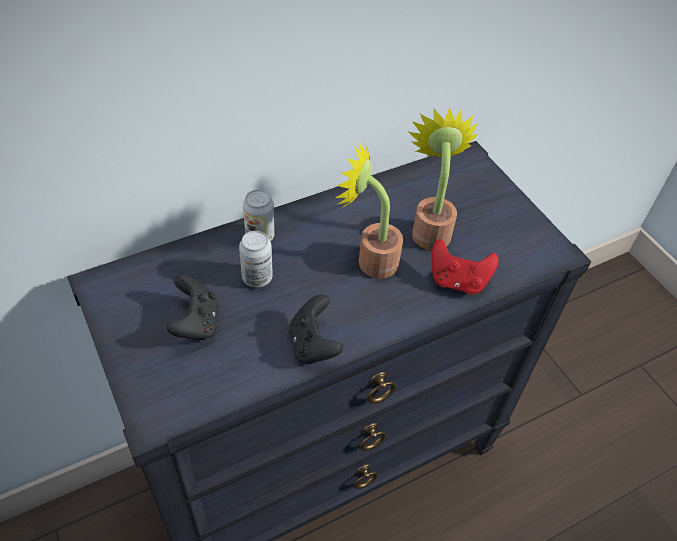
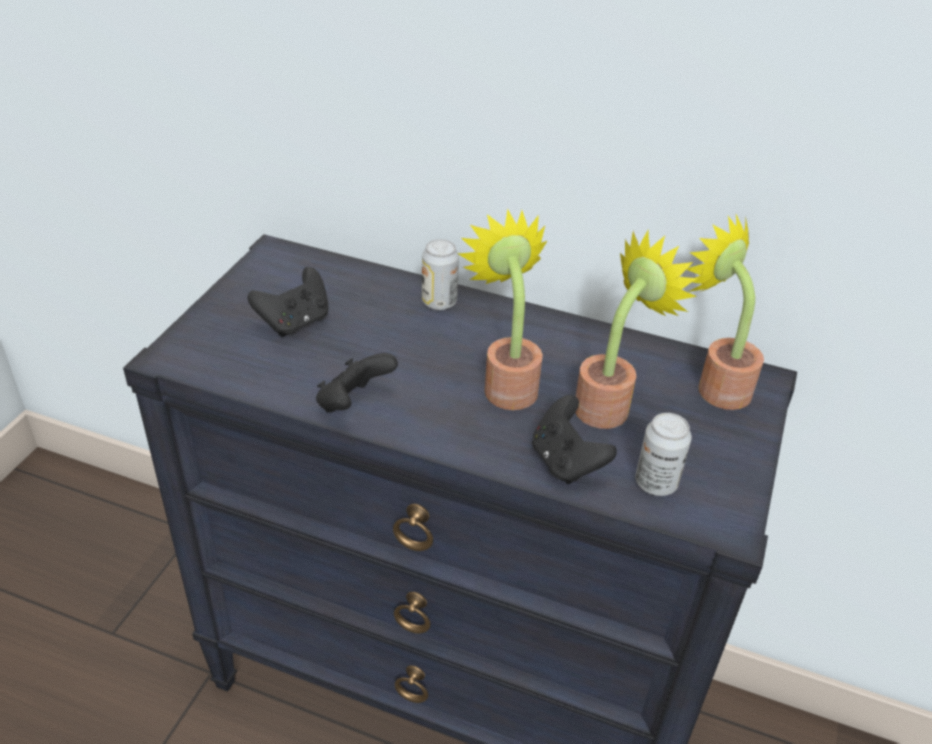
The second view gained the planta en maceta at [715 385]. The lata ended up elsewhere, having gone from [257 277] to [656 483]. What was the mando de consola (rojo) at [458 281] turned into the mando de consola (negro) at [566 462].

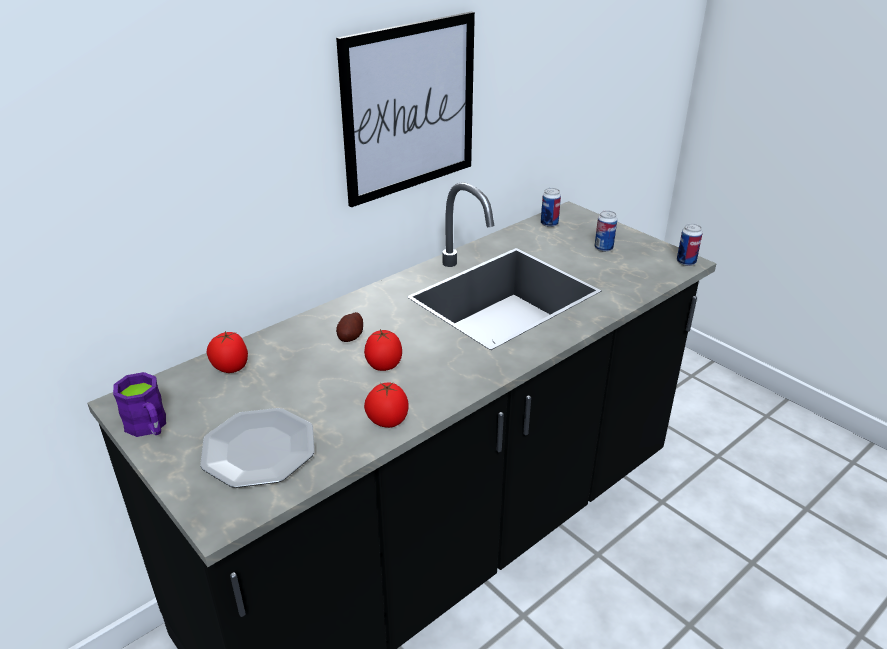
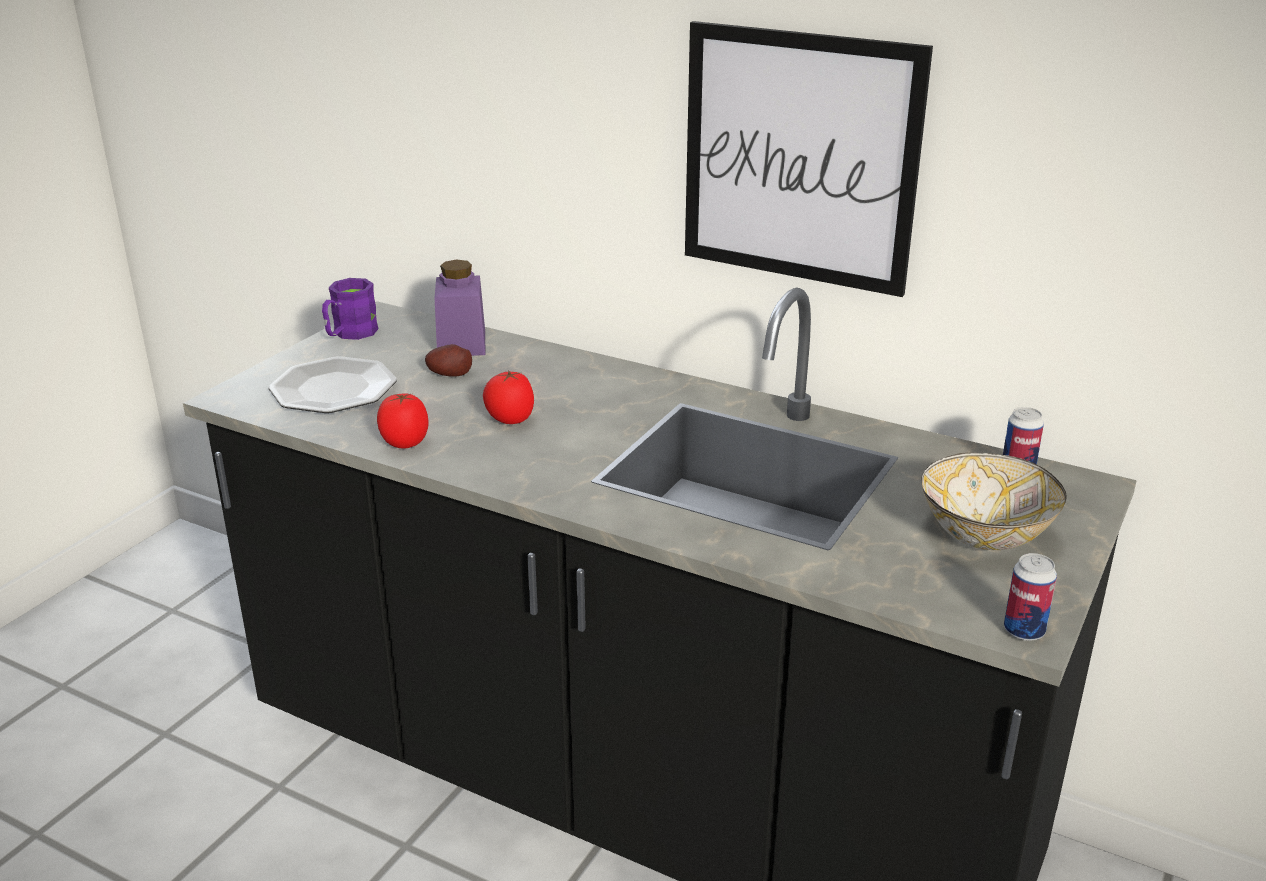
The patata ended up elsewhere, having gone from [350 337] to [449 374]. Where the tomate stood at [230 368], the tarro (morado) came to stand at [461 343]. Where the lata stood at [603 248], the cuenco came to stand at [983 535].

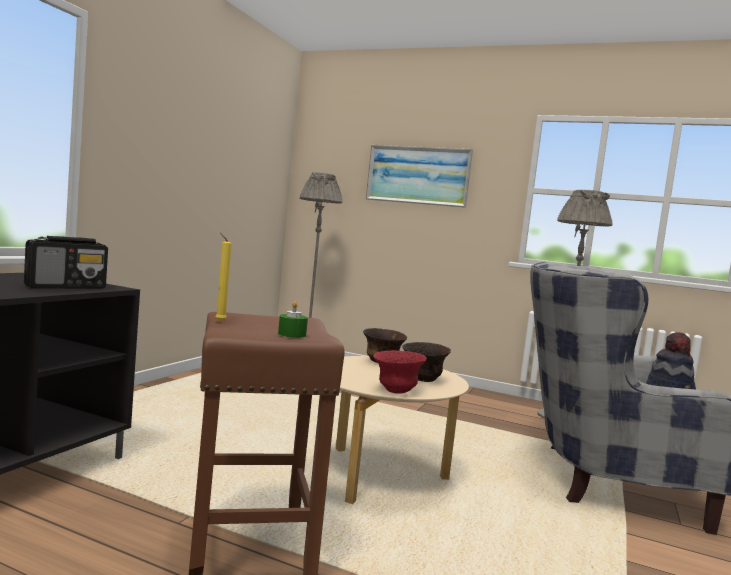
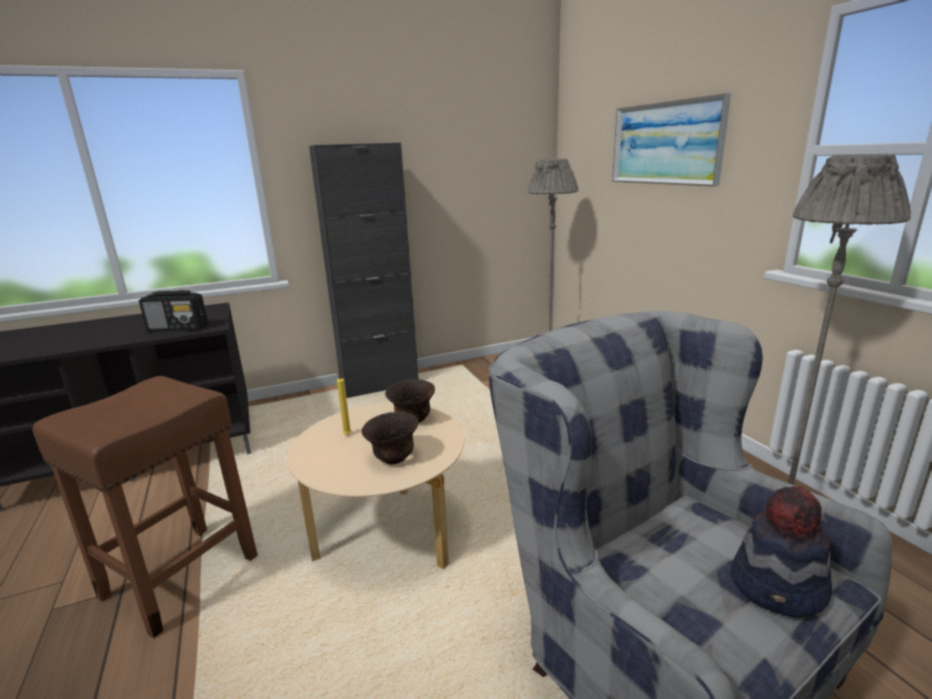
The second view lost the vela (verde) at [292 334]. The second view lost the cuenco (rojo) at [396 391]. The second view gained the armario (negro) at [379 385]. The vela (amarillo) ended up elsewhere, having gone from [219 321] to [347 434].

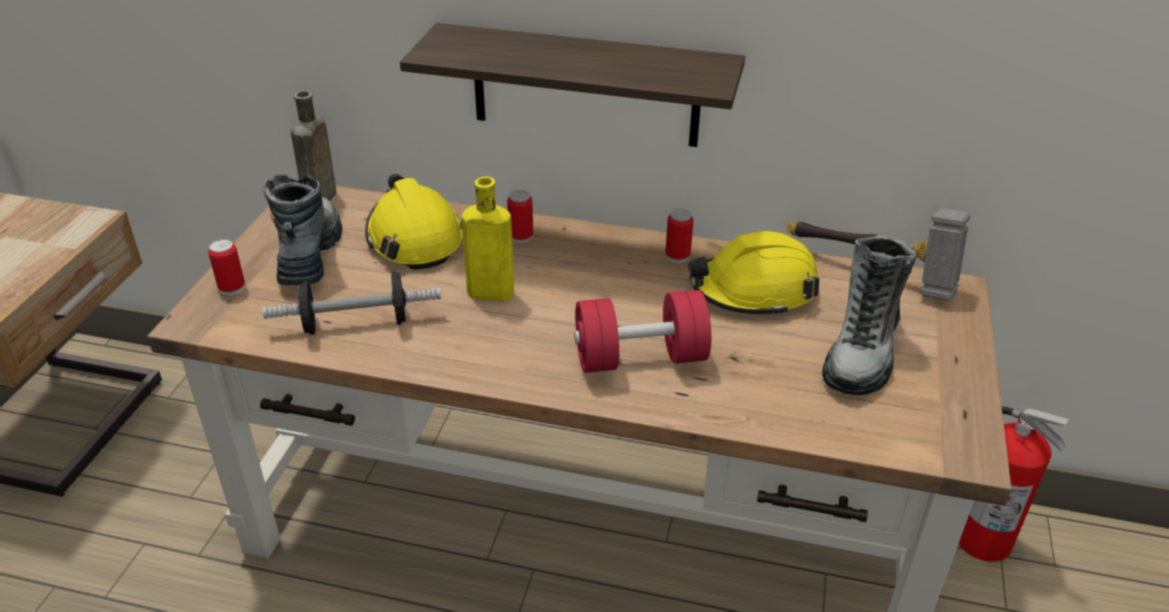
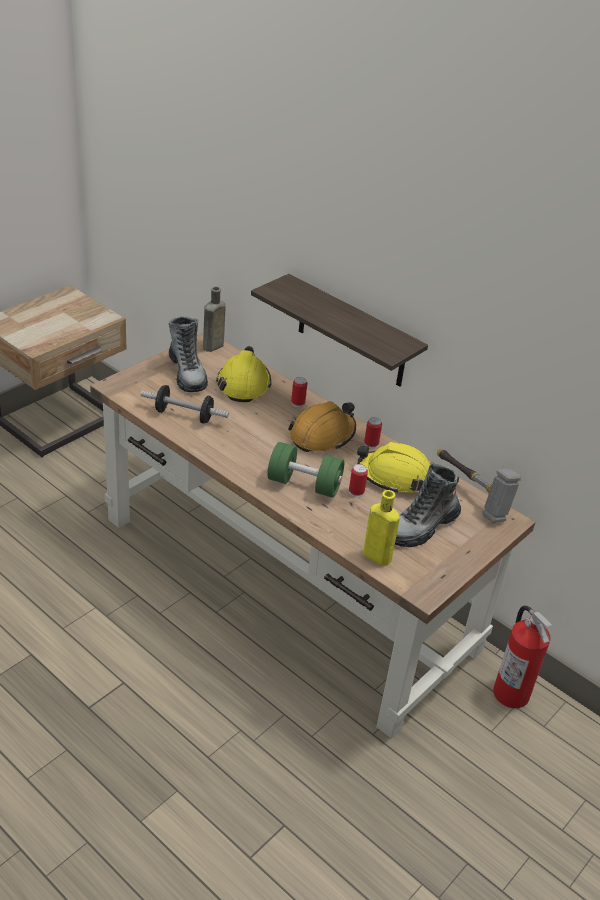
The second view gained the casco (naranja) at [322 435]. The lata ended up elsewhere, having gone from [232 287] to [356 492]. The botella (amarillo) ended up elsewhere, having gone from [487 292] to [375 556]. What was the mancuerna (rojo) at [640 358] turned into the mancuerna (verde) at [304 484]. The bota at [310 254] ended up facing another way, 135 degrees clockwise from before.

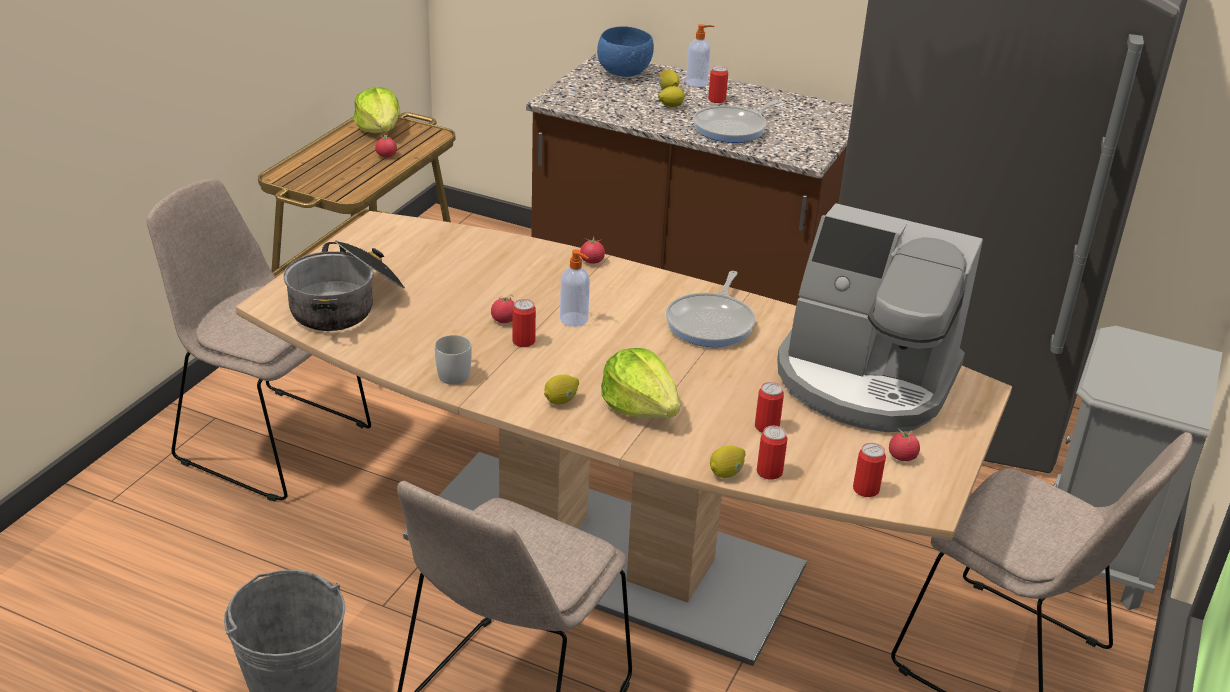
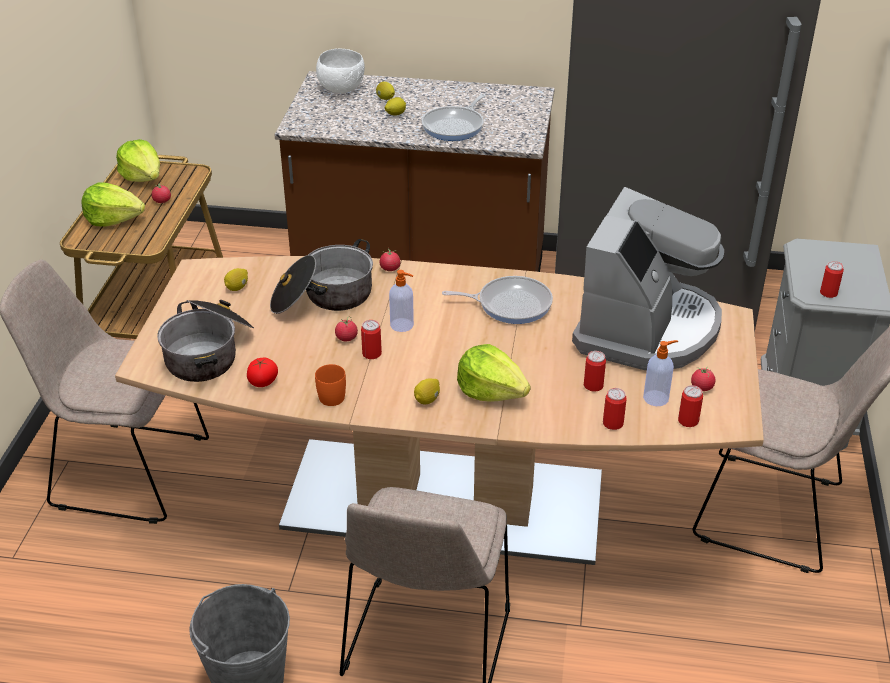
The second view gained the lechuga at [113 219]. The second view gained the tomate at [263 382]. The second view gained the olla at [323 298]. The dispensador de jabón ended up elsewhere, having gone from [697 83] to [657 398]. The lata ended up elsewhere, having gone from [716 100] to [828 293]. The limón ended up elsewhere, having gone from [726 473] to [237 288]. What was the taza grande (blanco) at [456 372] turned into the taza grande (naranja) at [332 394]. What was the cuenco (azul) at [625 73] turned into the cuenco (blanco) at [342 89]. The sartén at [712 323] ended up facing another way, 90 degrees counterclockwise from before. The cafetera at [865 380] ended up facing another way, 75 degrees counterclockwise from before.

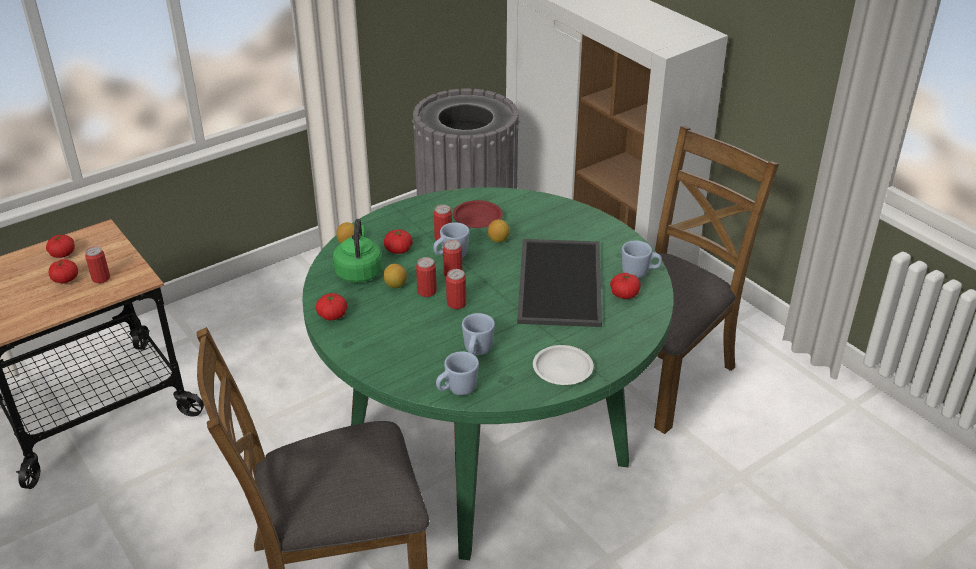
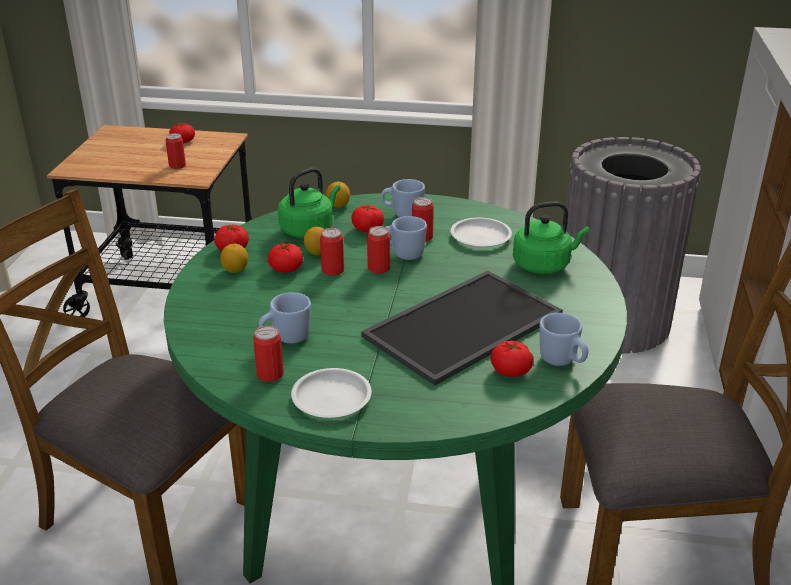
The second view gained the hervidor (verde) at [544 265]. The tomate ended up elsewhere, having gone from [65 279] to [286 269]. The taza grande (azul) ended up elsewhere, having gone from [457 390] to [402 214]. The lata ended up elsewhere, having gone from [456 303] to [270 374]. The limón ended up elsewhere, having gone from [498 240] to [235 270]. What was the plato (rojo) at [478 217] turned into the plato (blanco) at [481 237].

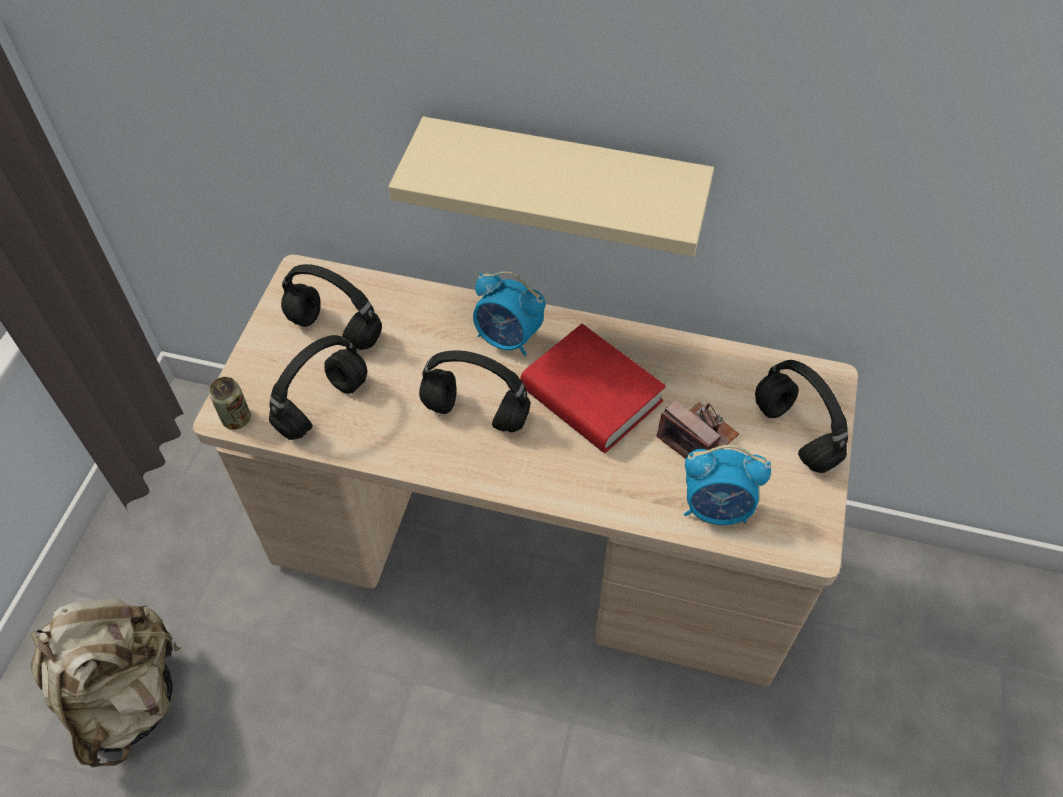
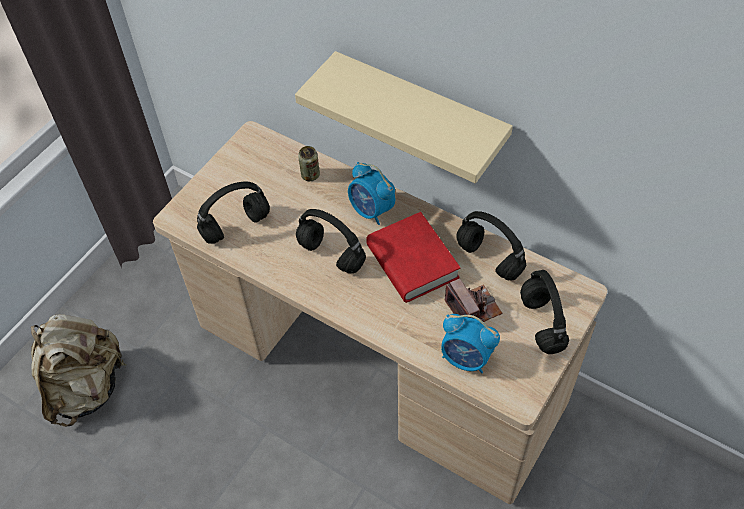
The lata ended up elsewhere, having gone from [236 419] to [310 175]. The auriculares (negro) ended up elsewhere, having gone from [333 330] to [488 259].

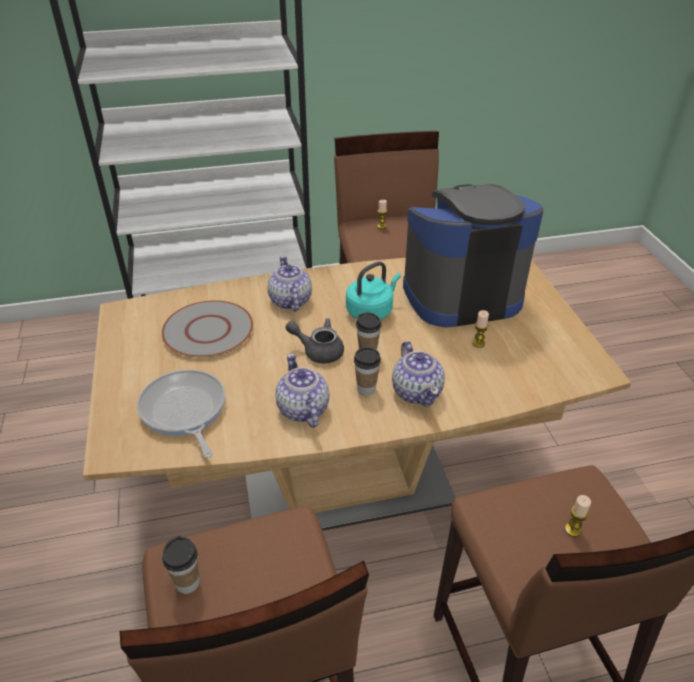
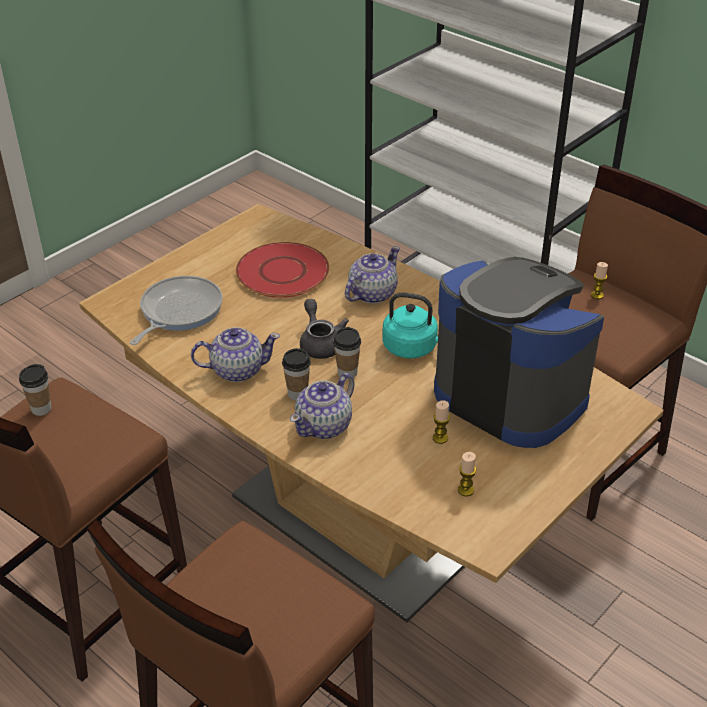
The vela ended up elsewhere, having gone from [573 530] to [465 490]. What was the plato (gris) at [208 331] turned into the plato (rojo) at [282 272]. The tetera at [302 410] ended up facing another way, 45 degrees clockwise from before.

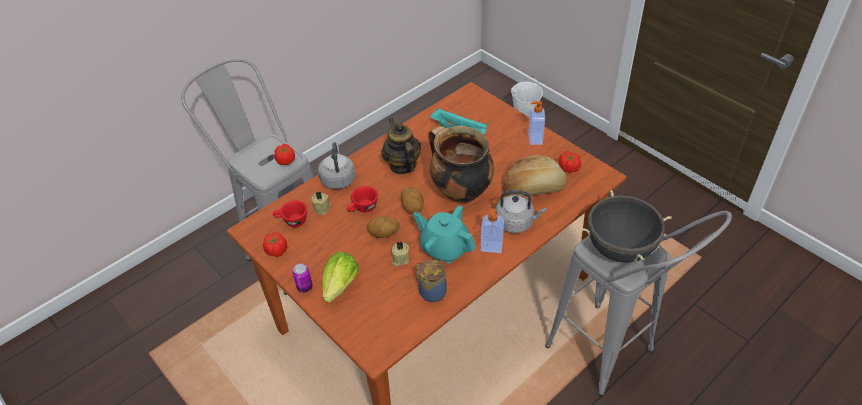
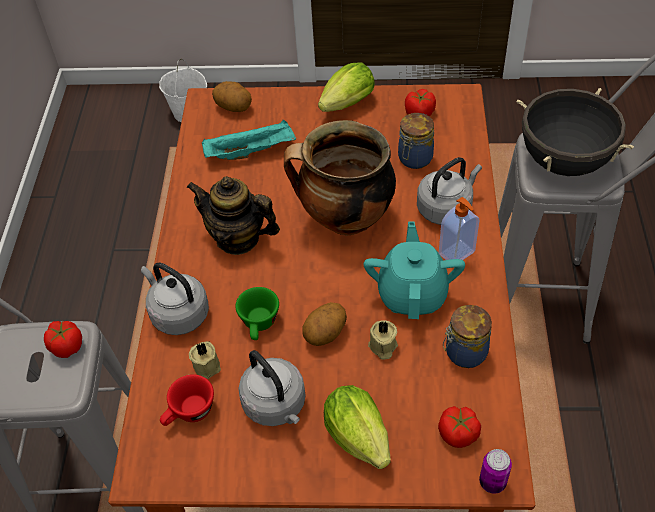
The second view gained the hervidor (gris) at [276 406]. The tomate ended up elsewhere, having gone from [276 251] to [458 434]. The lata ended up elsewhere, having gone from [304 287] to [492 482]. The patata ended up elsewhere, having gone from [413 208] to [234 107]. Where the pan stood at [533 188], the tarro came to stand at [414 159]. Where the dispensador de jabón stood at [534 139], the lechuga came to stand at [345 106]. What was the taza (rojo) at [363 209] turned into the taza (verde) at [260 325]. The tetera (turquesa) at [444 248] ended up facing another way, 105 degrees clockwise from before.

